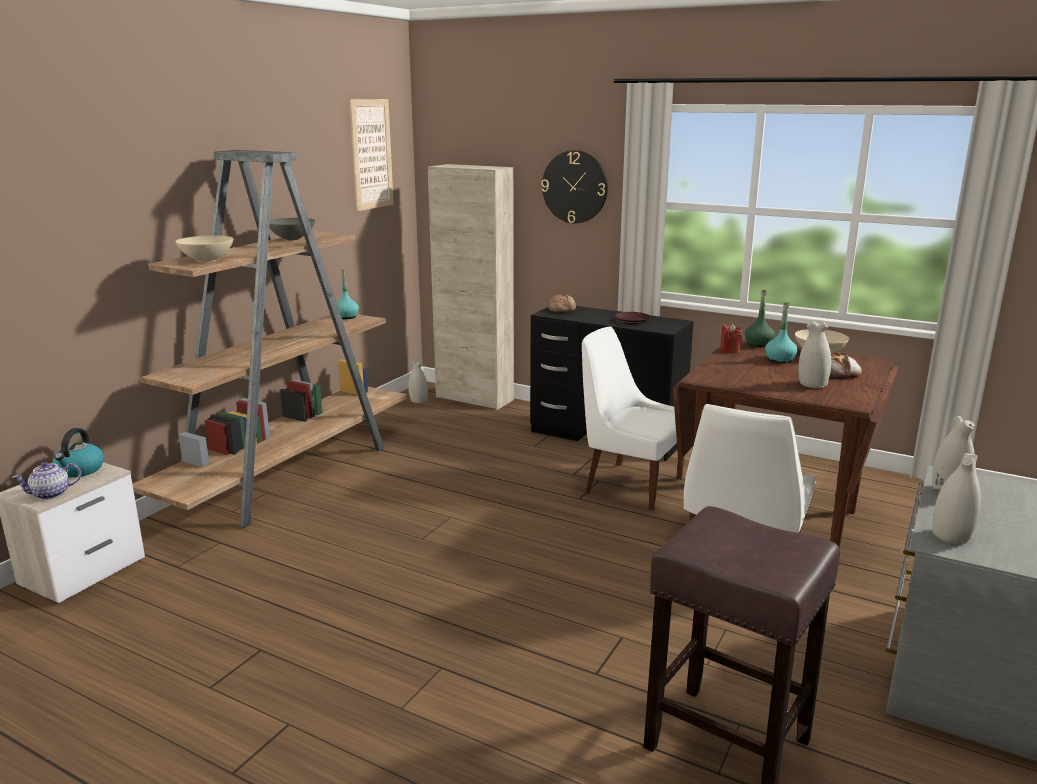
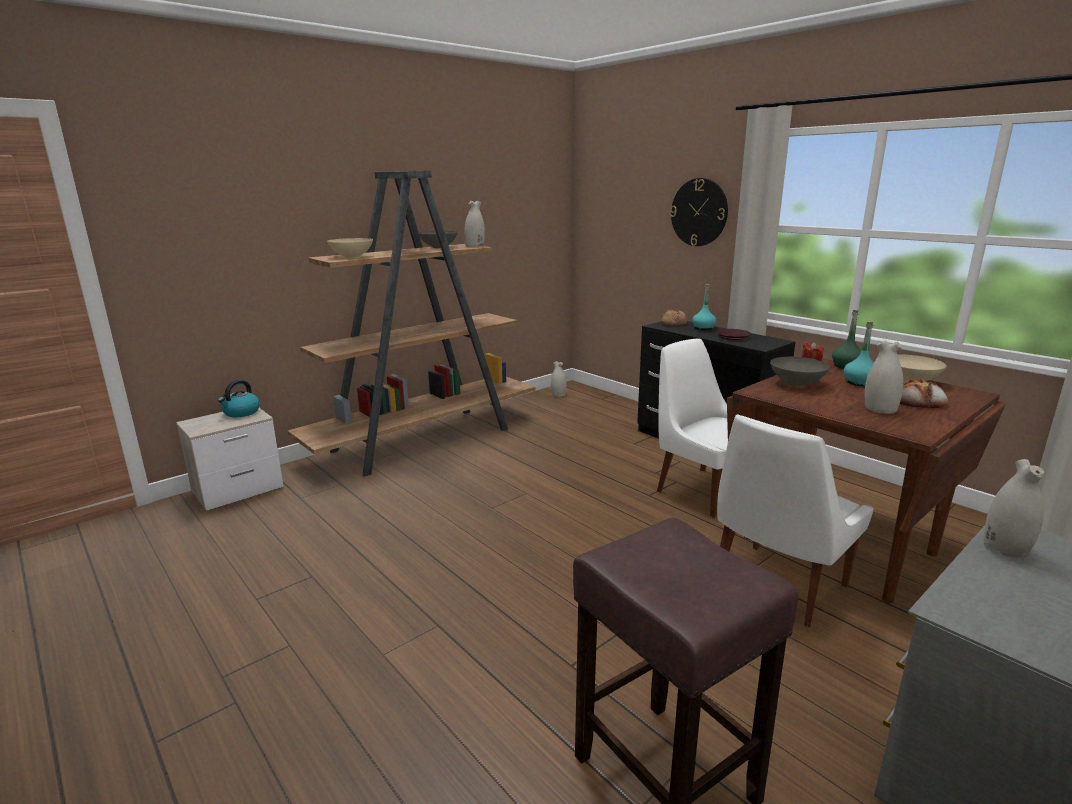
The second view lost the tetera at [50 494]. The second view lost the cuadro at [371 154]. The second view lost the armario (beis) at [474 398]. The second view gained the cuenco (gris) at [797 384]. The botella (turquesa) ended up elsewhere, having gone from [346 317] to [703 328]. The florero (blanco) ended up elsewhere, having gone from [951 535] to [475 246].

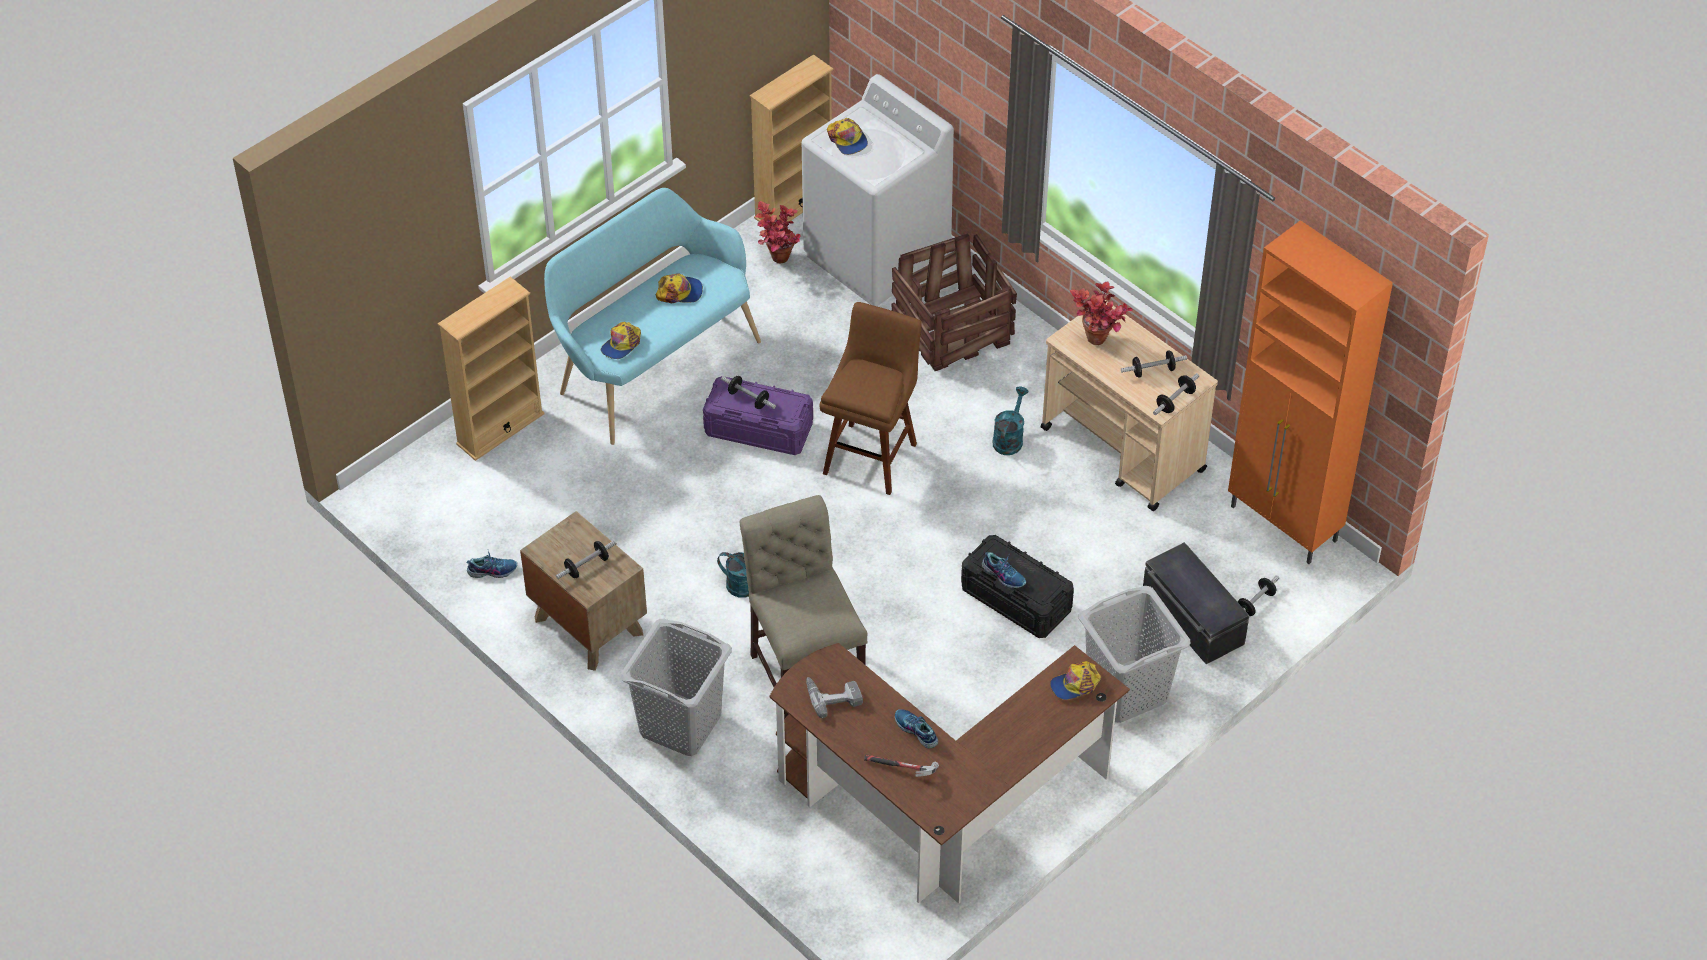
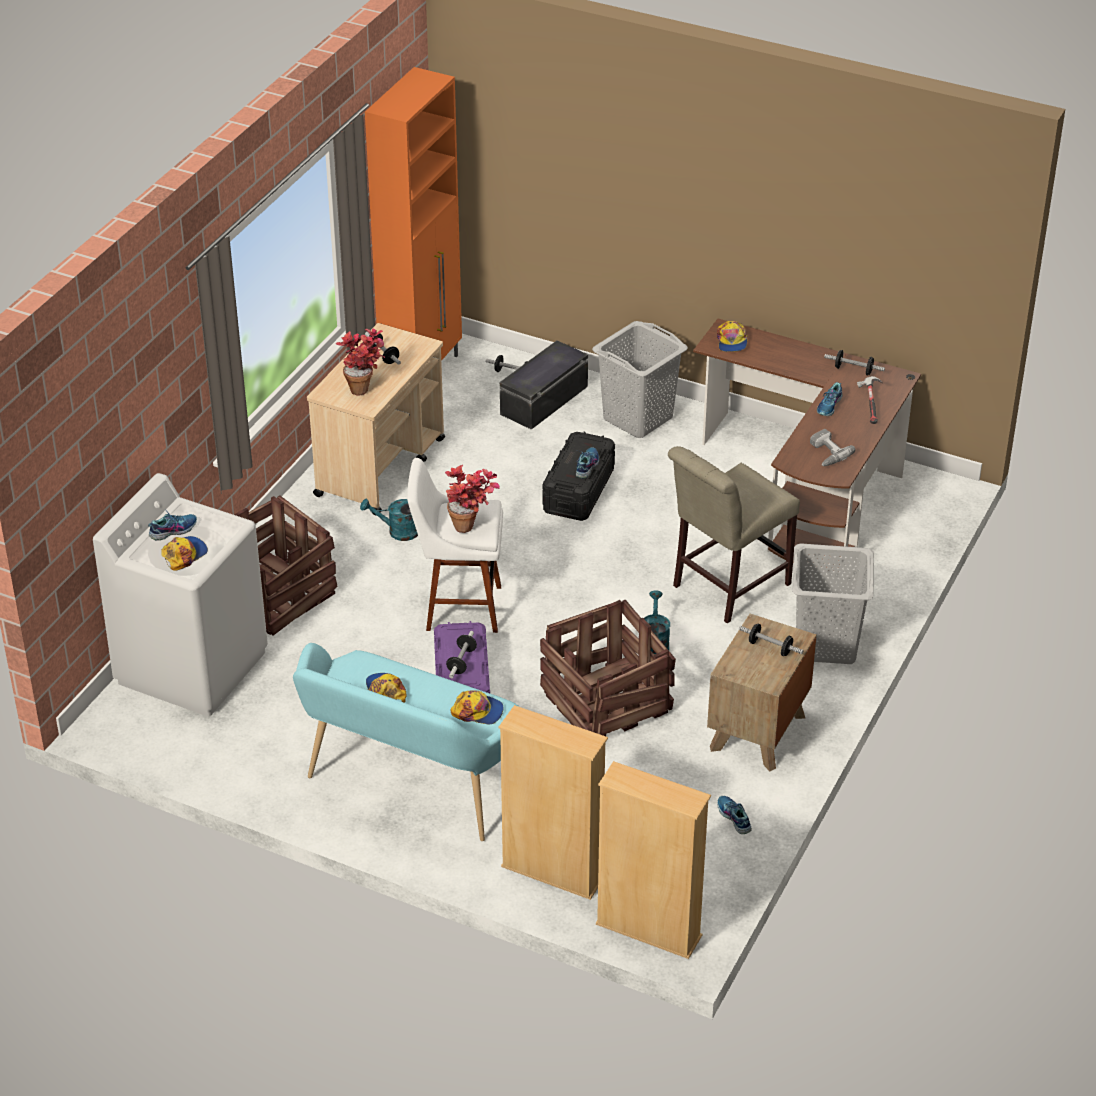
The second view gained the zapato at [173 530]. The second view gained the caja de embalaje at [604 703]. The estantería (beis) ended up elsewhere, having gone from [794 204] to [648 930]. The planta en maceta ended up elsewhere, having gone from [778 262] to [471 527]. The mancuerna ended up elsewhere, having gone from [1175 401] to [853 370]. What was the taburete (marrón) at [872 455] turned into the taburete (blanco) at [458 607]. The gorra at [1075 684] ended up facing another way, 45 degrees clockwise from before.

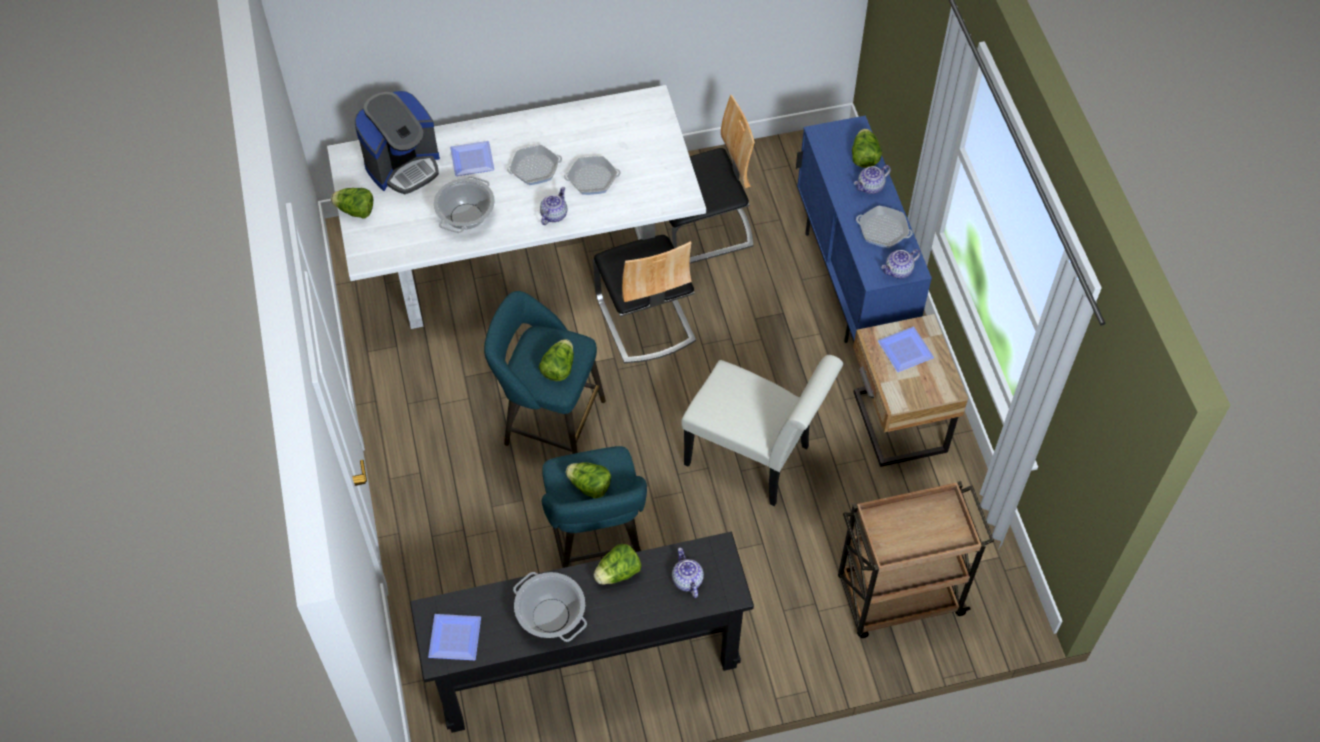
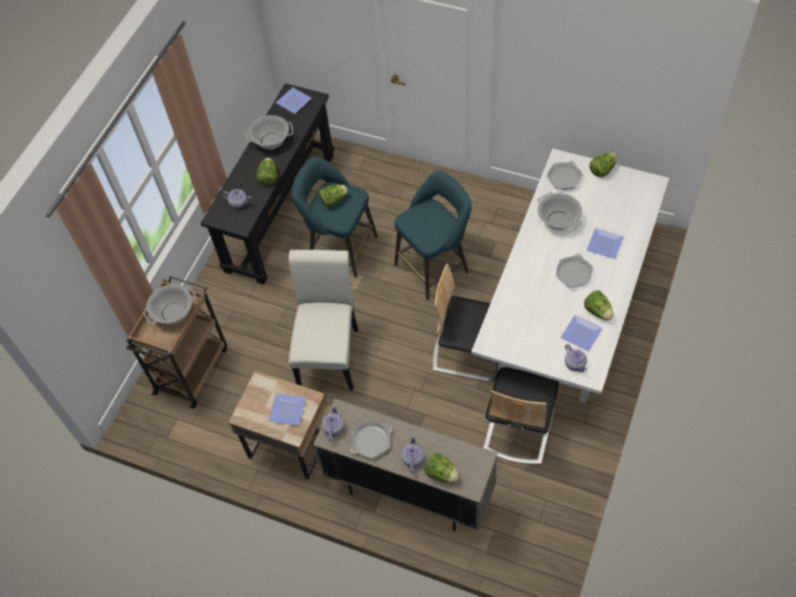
The second view lost the cafetera at [403 165]. The second view gained the olla at [173 313]. The second view gained the plato at [580 332]. The lechuga ended up elsewhere, having gone from [558 368] to [598 311]. The tetera ended up elsewhere, having gone from [553 214] to [575 364]. The sartén ended up elsewhere, having gone from [592 179] to [564 178]. What was the armario (azul) at [852 282] turned into the armario (beis) at [409 492]. The silla (blanco) at [755 459] ended up facing another way, 120 degrees clockwise from before.

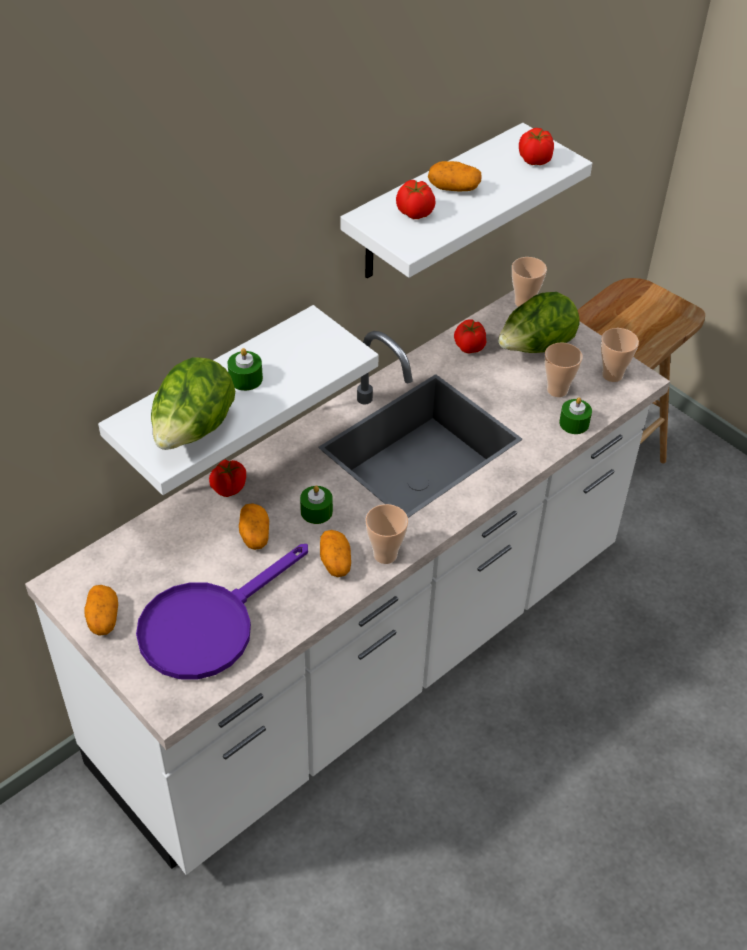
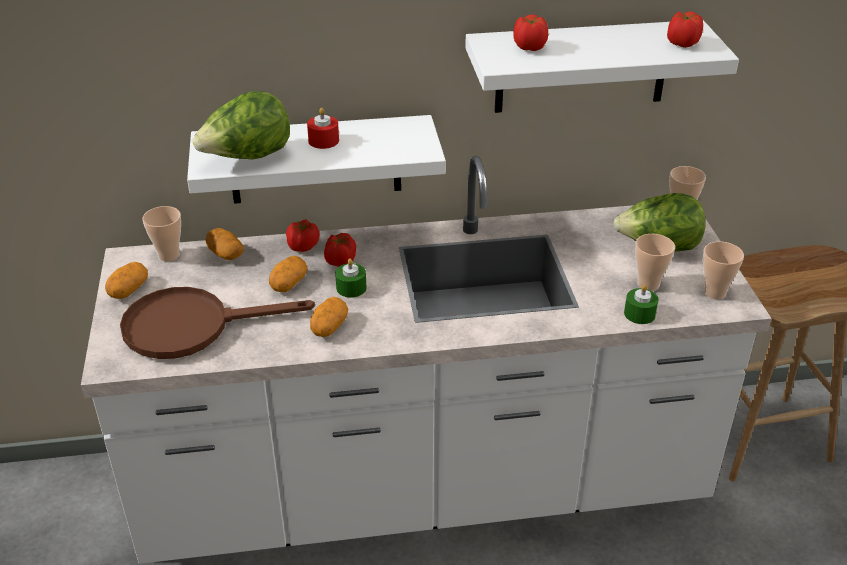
The taza ended up elsewhere, having gone from [385 554] to [169 255]. The patata ended up elsewhere, having gone from [453 188] to [225 254]. The tomate ended up elsewhere, having gone from [469 347] to [340 261]. What was the sartén (morado) at [208 625] turned into the sartén (marrón) at [192 326]. What was the vela (verde) at [245 379] turned into the vela (rojo) at [323 141].

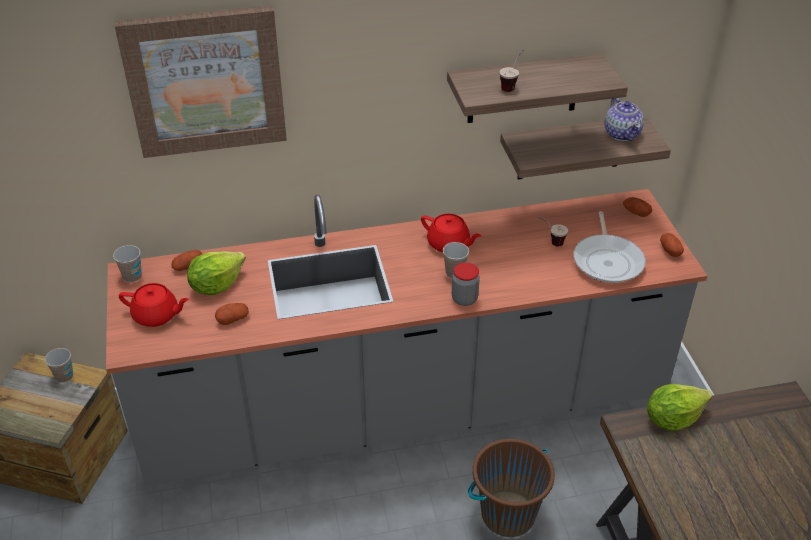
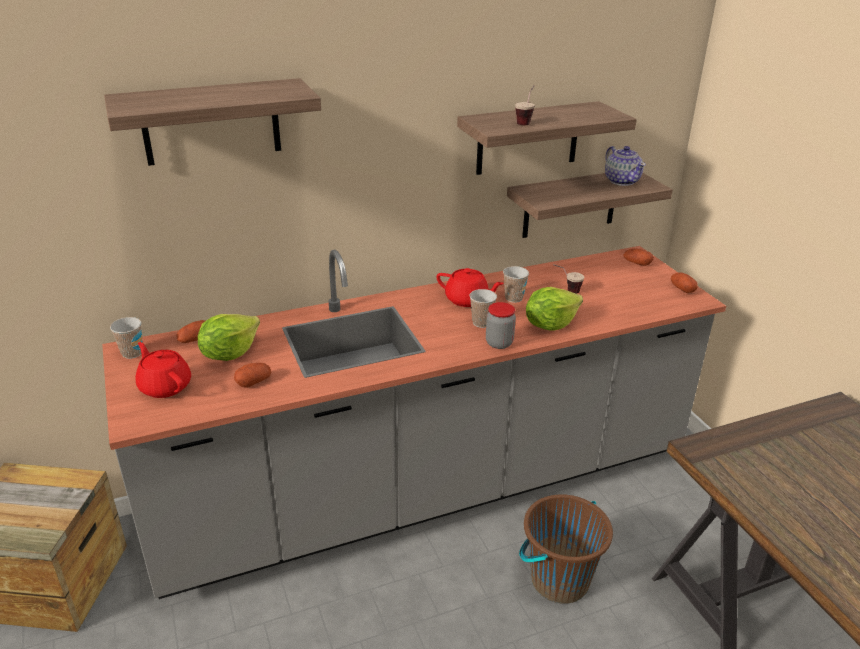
The second view lost the sartén at [607 260]. The taza ended up elsewhere, having gone from [64 376] to [513 298]. The lechuga ended up elsewhere, having gone from [672 418] to [550 324]. Where the cuadro hung at [205 81], the estante came to hang at [211 122]. The tetera (rojo) at [157 315] ended up facing another way, 135 degrees counterclockwise from before.

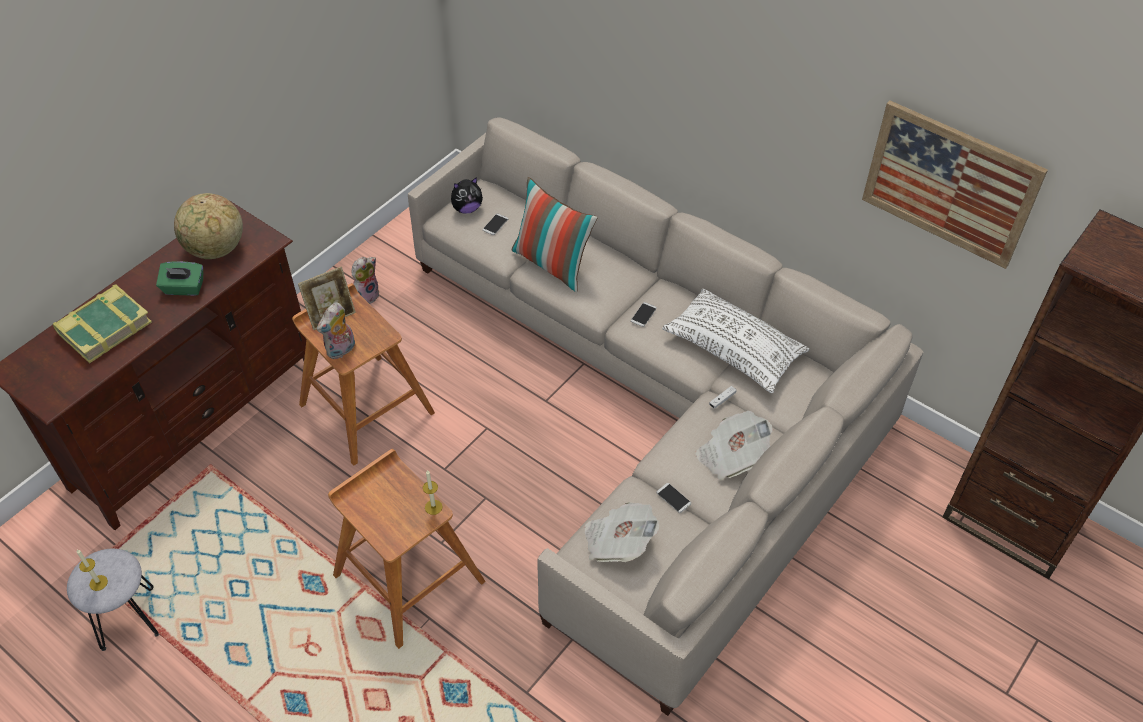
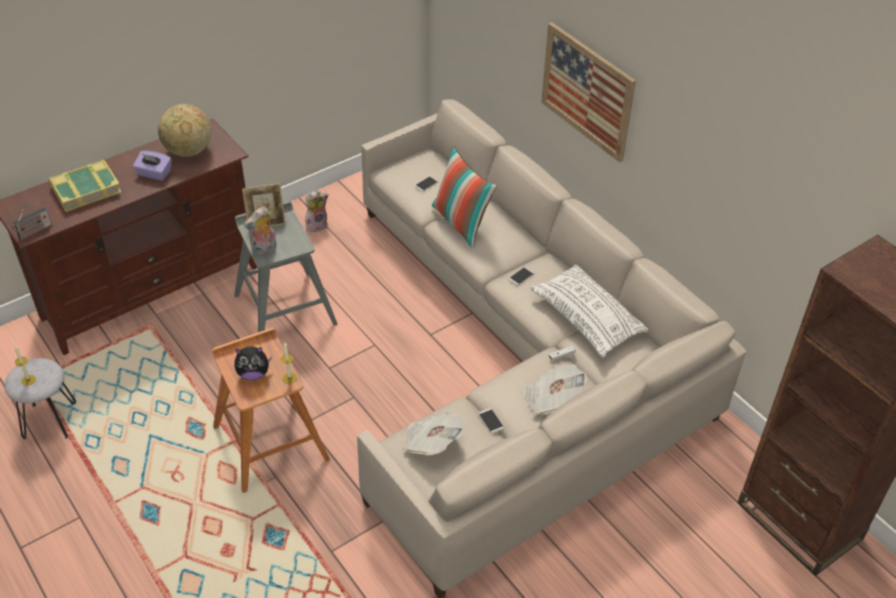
The second view gained the radio at [34 232]. The peluche ended up elsewhere, having gone from [467 208] to [253 374]. The cuadro ended up elsewhere, having gone from [949 184] to [587 91]. What was the caja de pañuelos (verde) at [184 288] turned into the caja de pañuelos (morado) at [154 174]. What was the taburete (marrón) at [366 407] turned into the taburete (gris) at [285 308].

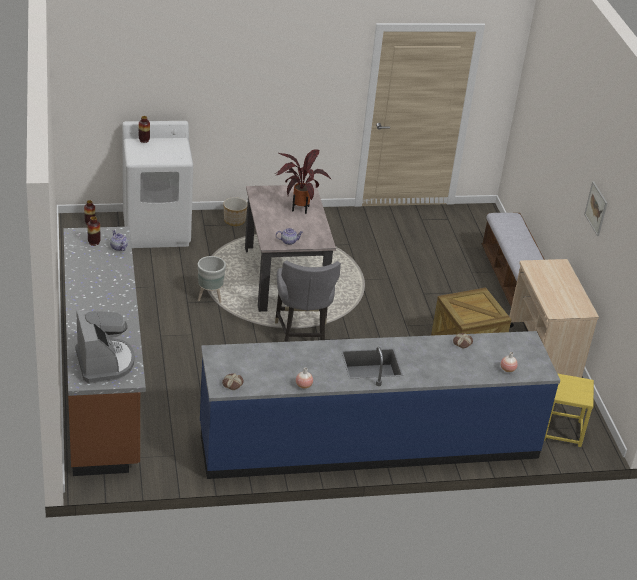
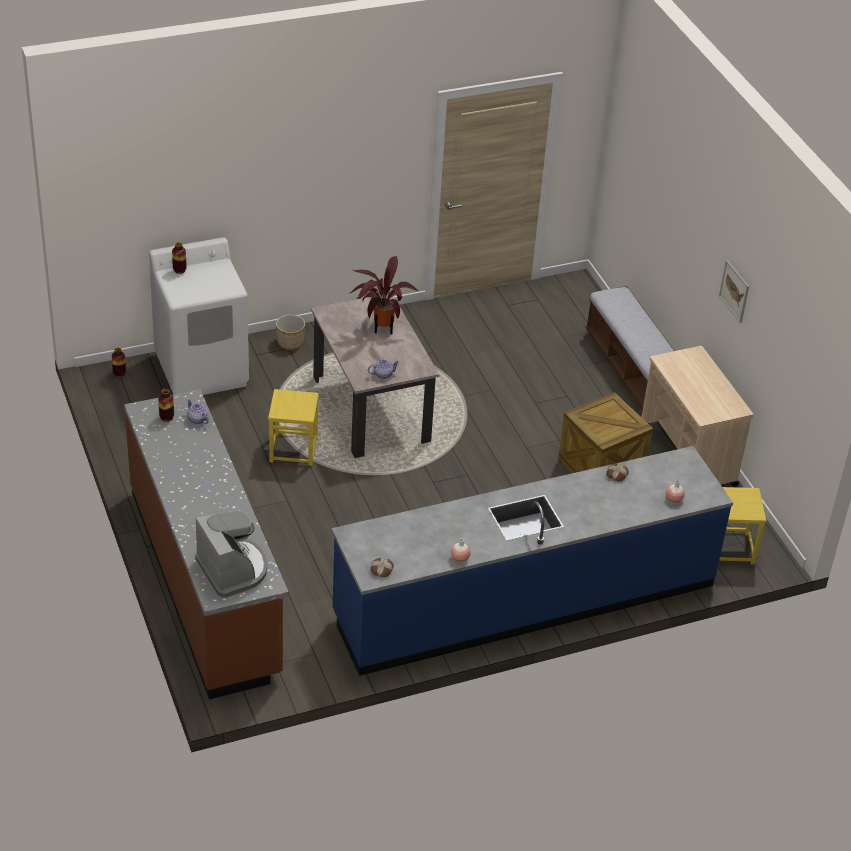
The second view lost the silla (gris) at [301 336]. Where the maceta (gris) stood at [210 297], the taburete (amarillo) came to stand at [293 449].

